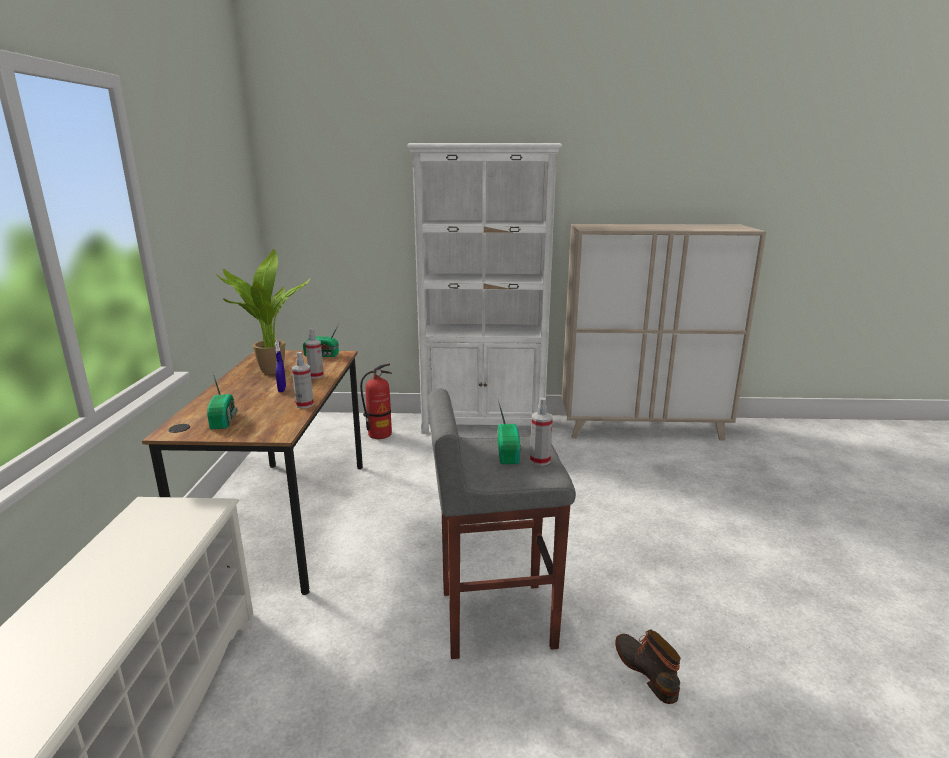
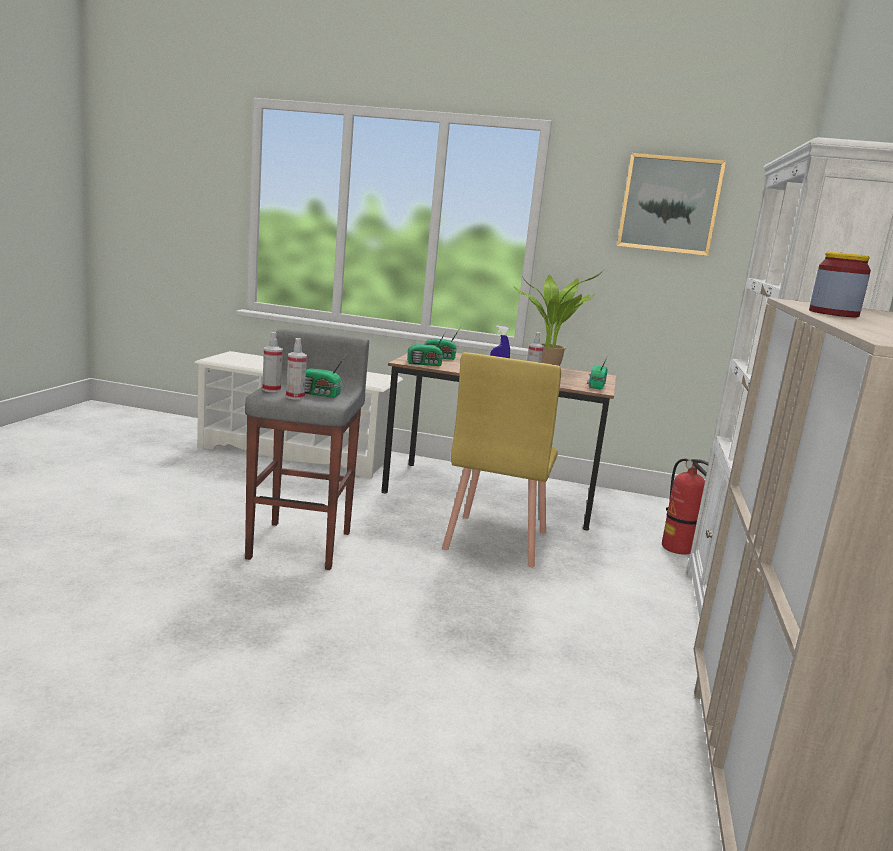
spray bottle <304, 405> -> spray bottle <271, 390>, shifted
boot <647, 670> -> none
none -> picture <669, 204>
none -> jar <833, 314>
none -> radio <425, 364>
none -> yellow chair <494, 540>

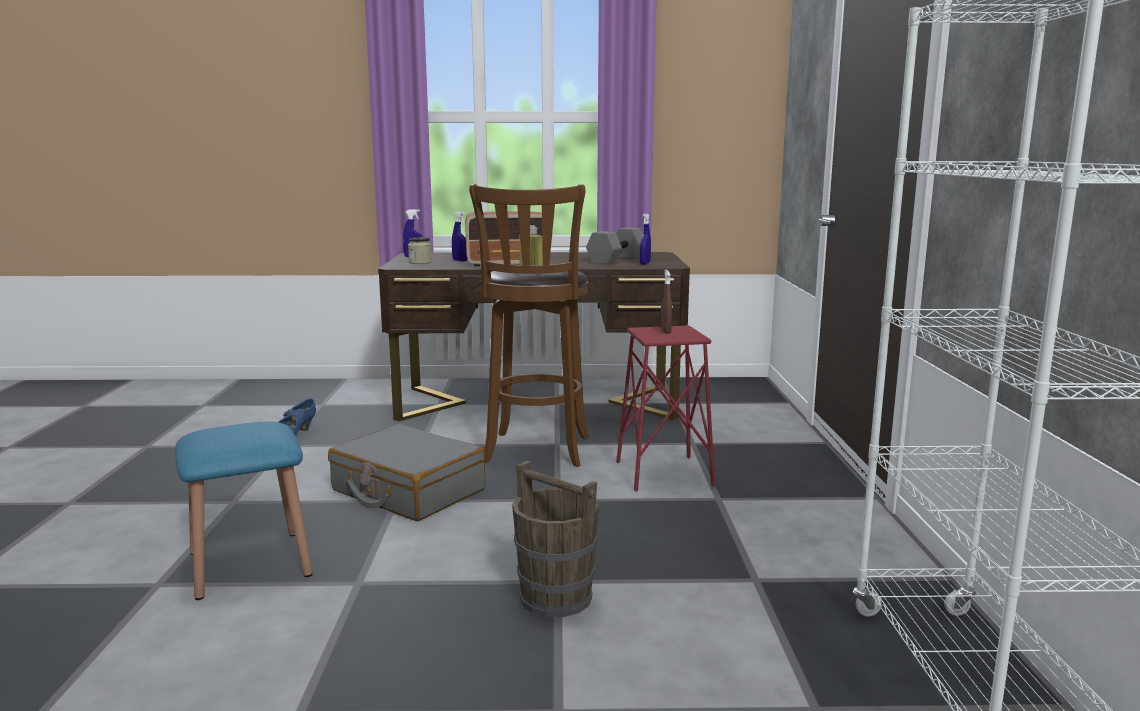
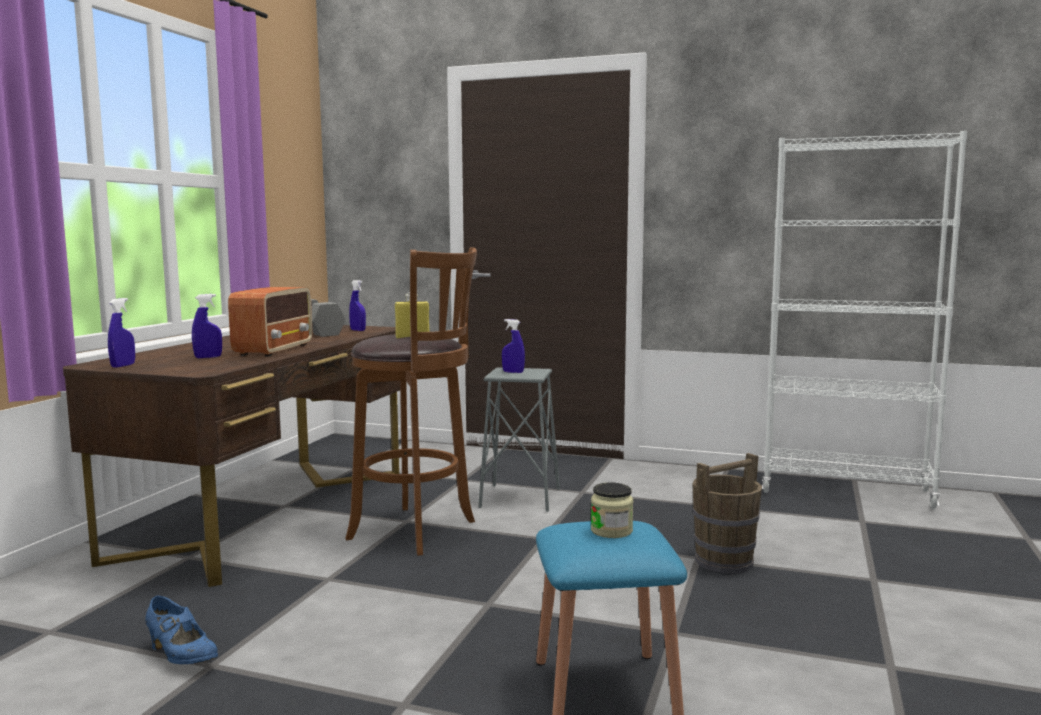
jar <420, 262> -> jar <611, 531>, shifted
brown spray bottle <665, 331> -> blue spray bottle <513, 372>
red stool <664, 474> -> grey stool <520, 498>
grey suitcase <407, 491> -> none

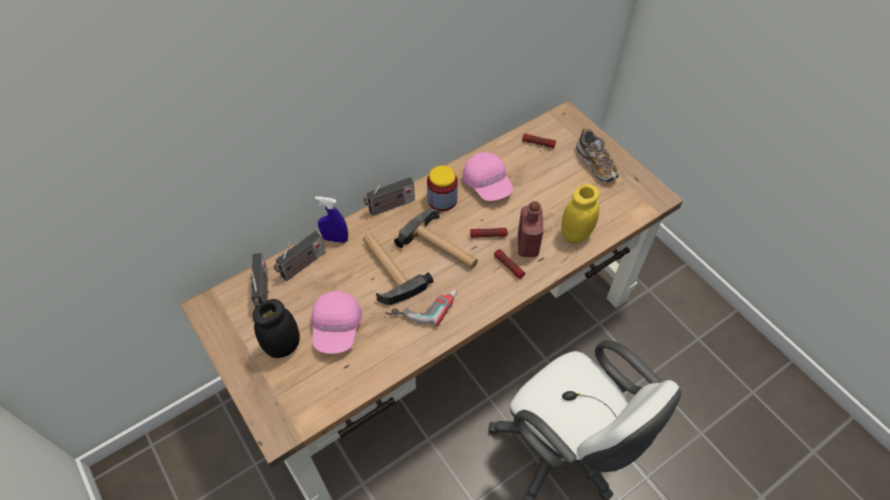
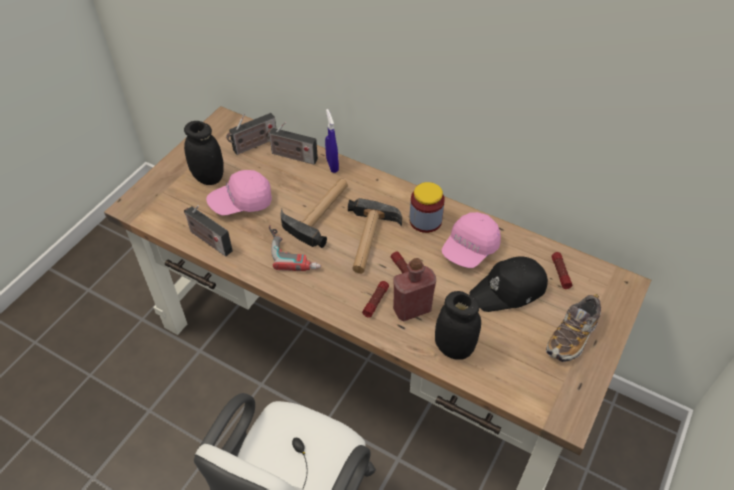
radio <390, 206> -> radio <208, 240>, shifted
yellow jar <575, 234> -> black jar <454, 348>
none -> black cap <509, 290>

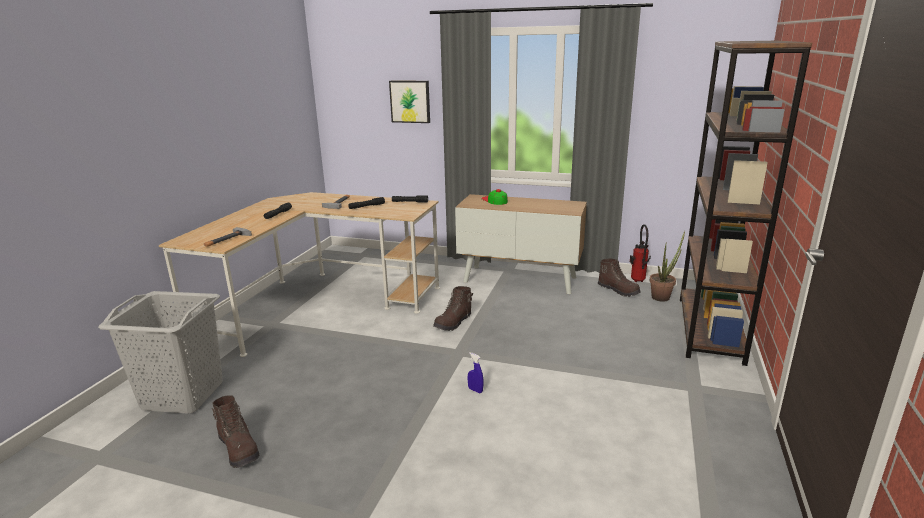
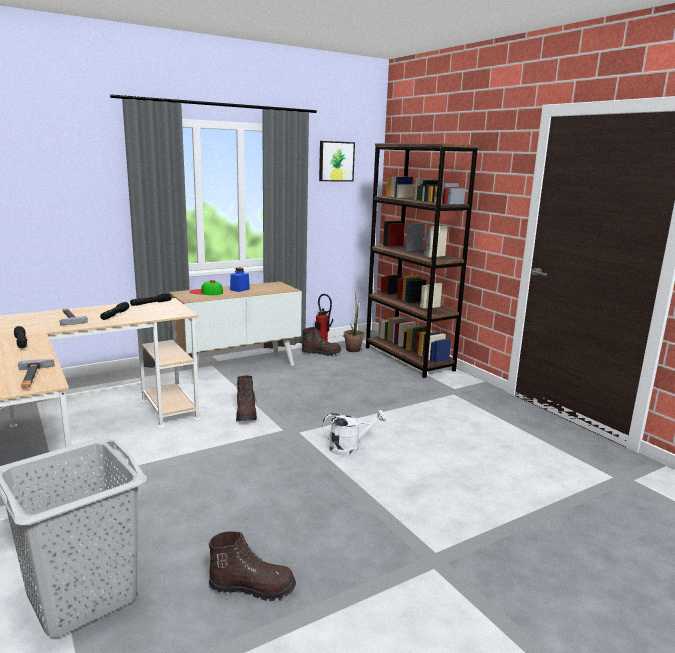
picture <410, 101> -> picture <336, 161>, shifted
blue spray bottle <475, 390> -> white watering can <350, 448>
none -> blue jar <239, 289>

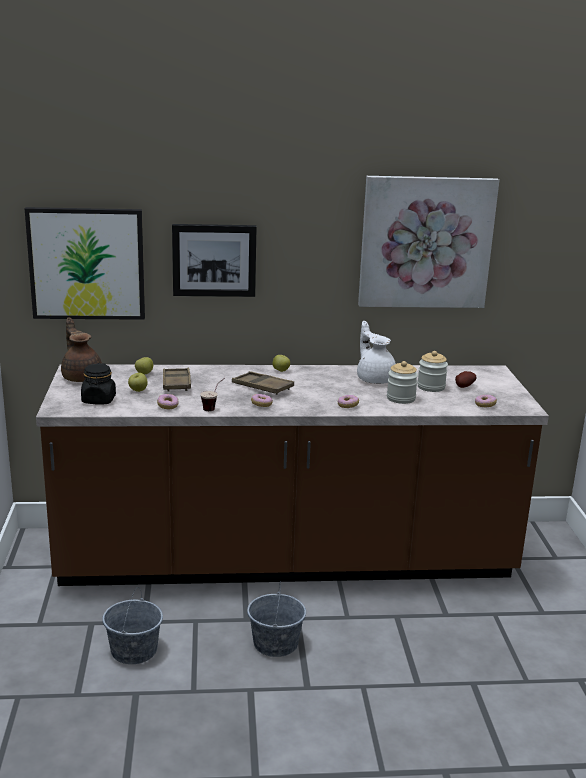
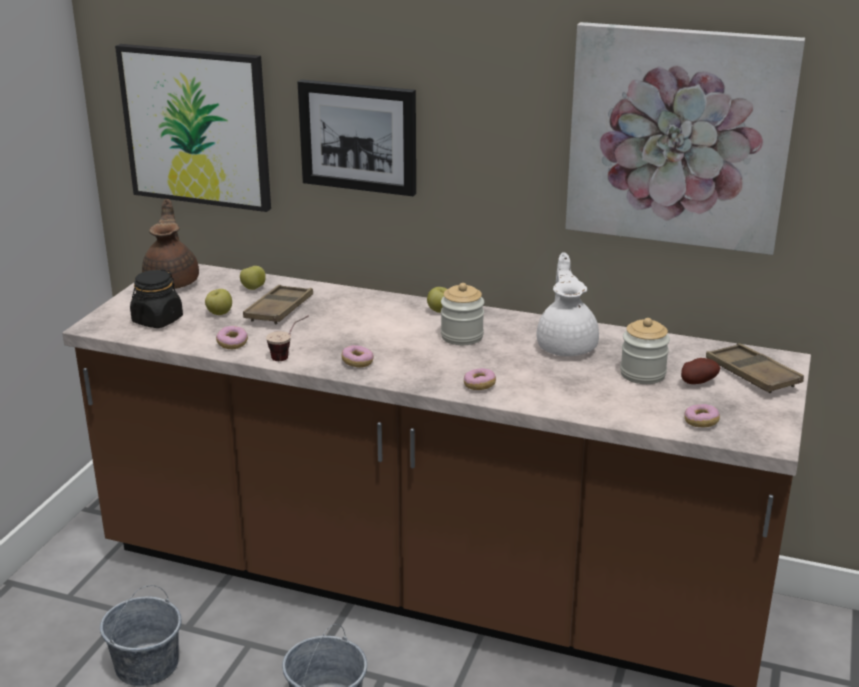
jar <401, 398> -> jar <462, 336>, shifted
brown tray <262, 387> -> brown tray <752, 374>, shifted

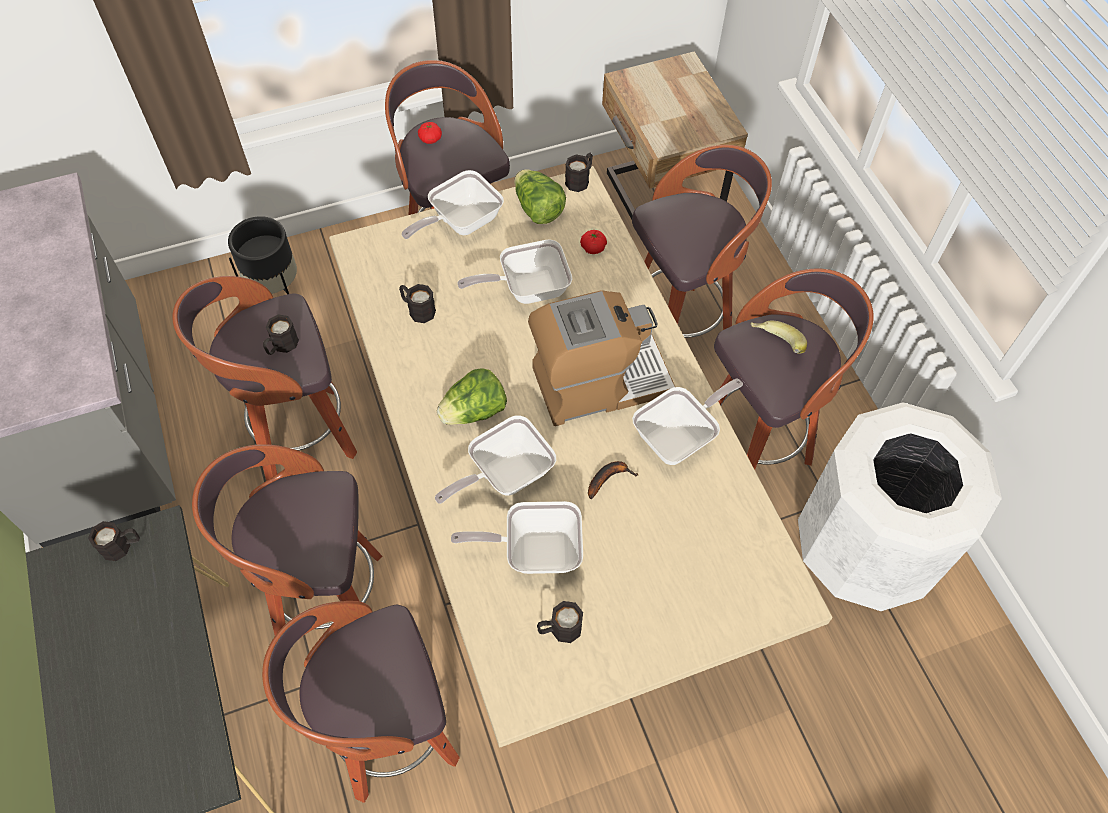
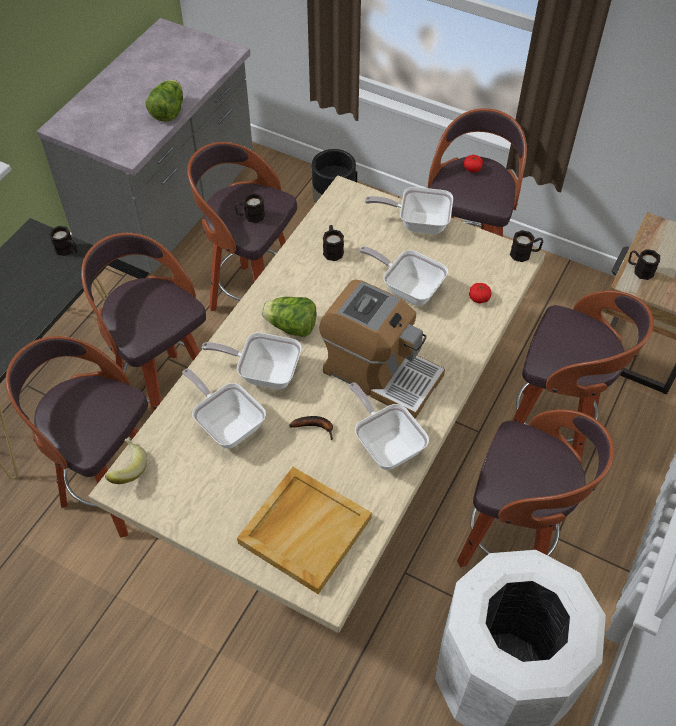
lettuce <537, 209> -> lettuce <168, 112>, shifted
banana <774, 345> -> banana <126, 468>, shifted
frying pan <679, 437> -> frying pan <386, 444>, 135 degrees counterclockwise
black mug <559, 629> -> black mug <639, 270>, shifted
none -> beige tray <305, 529>

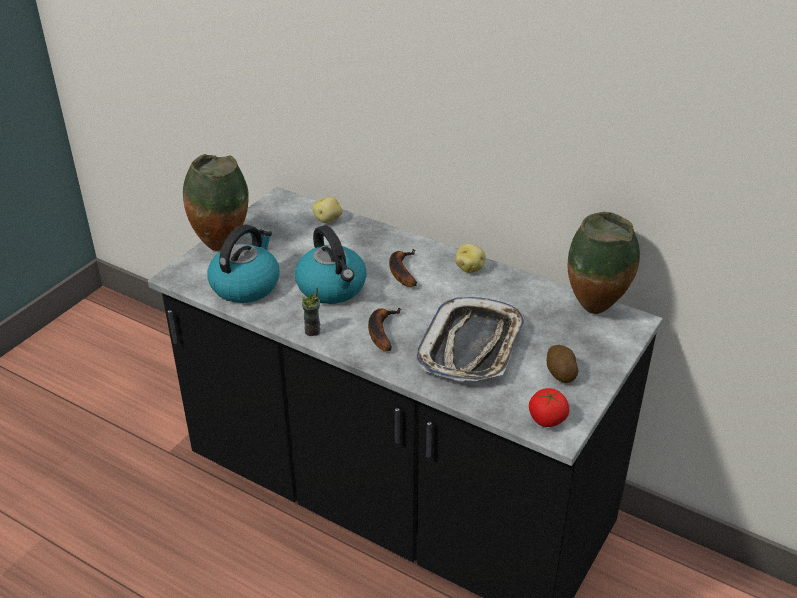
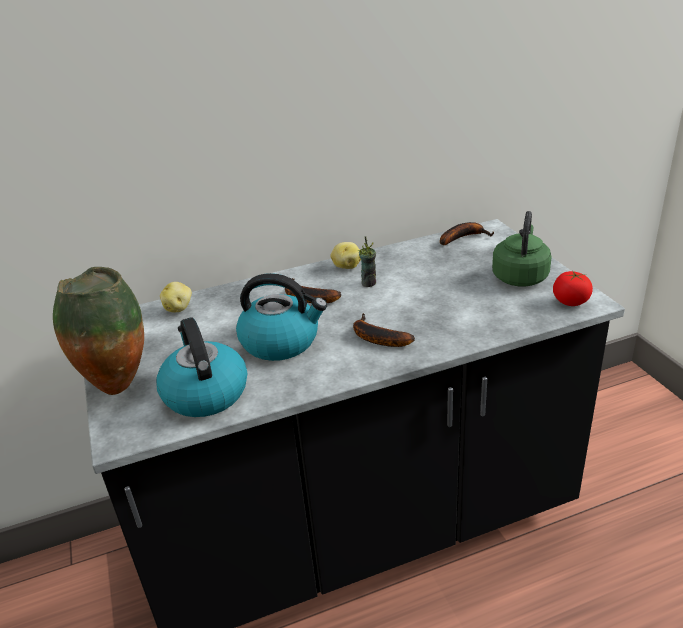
vase <596, 311> -> banana <463, 237>
cup <313, 331> -> cup <369, 283>, shifted
tray <472, 347> -> none
potato <560, 373> -> green kettle <520, 276>

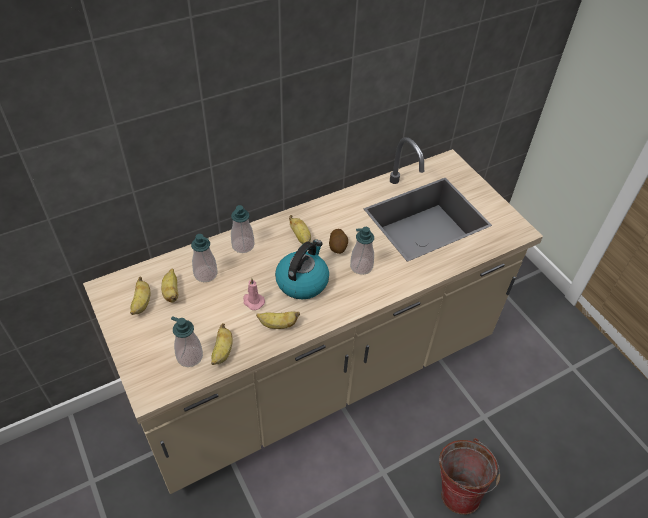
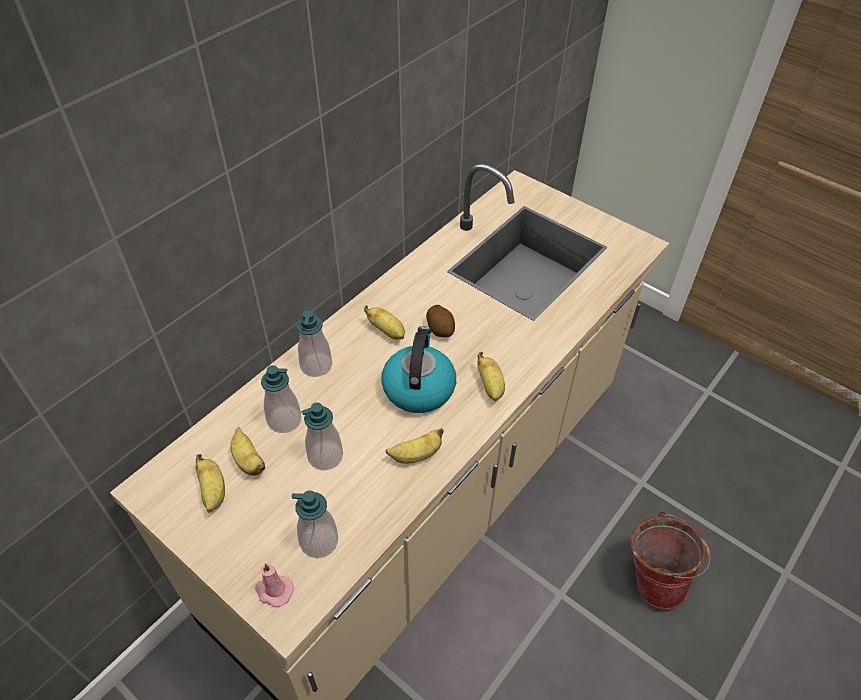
soap dispenser <361, 266> -> soap dispenser <325, 456>, shifted
pink candle <253, 301> -> pink candle <273, 590>, shifted
banana <222, 352> -> banana <490, 386>, shifted

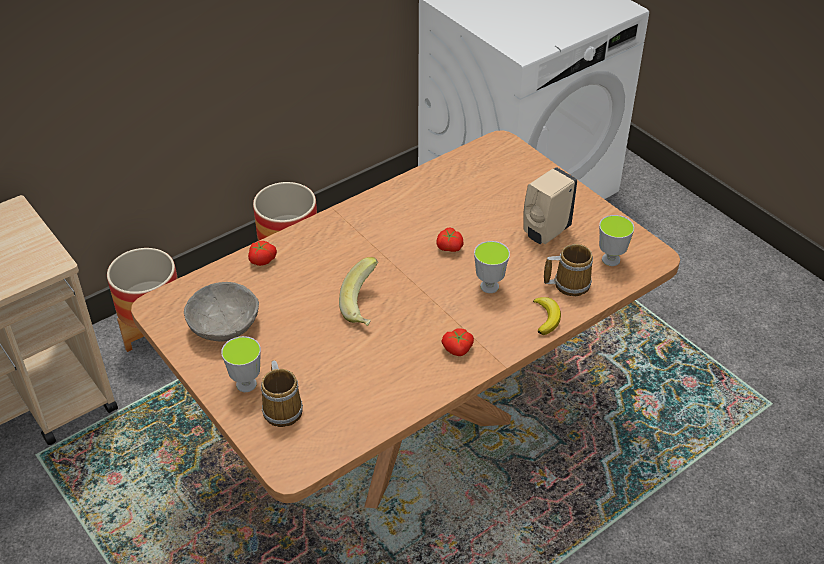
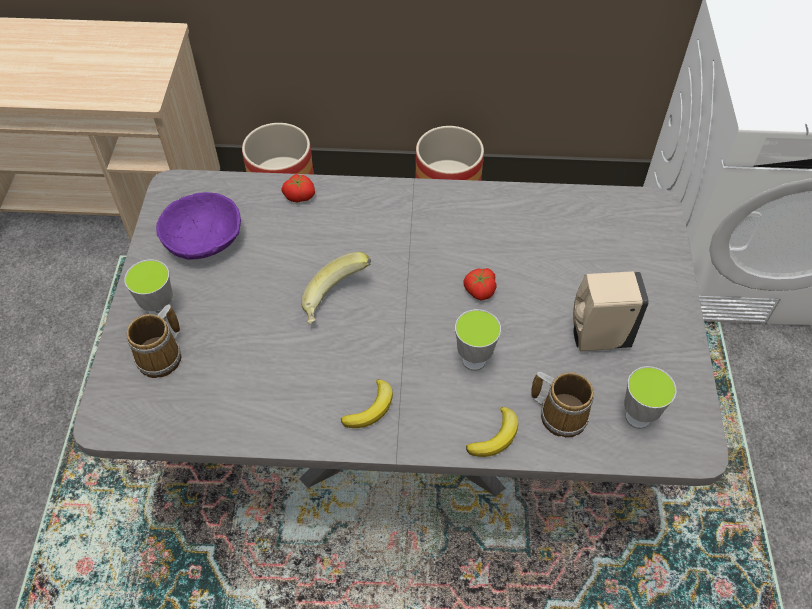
brown dining table <411, 428> -> grey dining table <406, 434>
grey bowl <224, 325> -> purple bowl <203, 240>
tomato <458, 349> -> banana <371, 408>

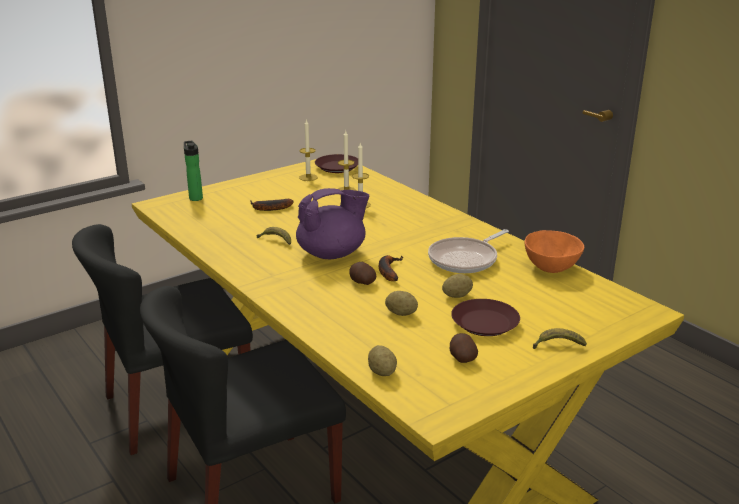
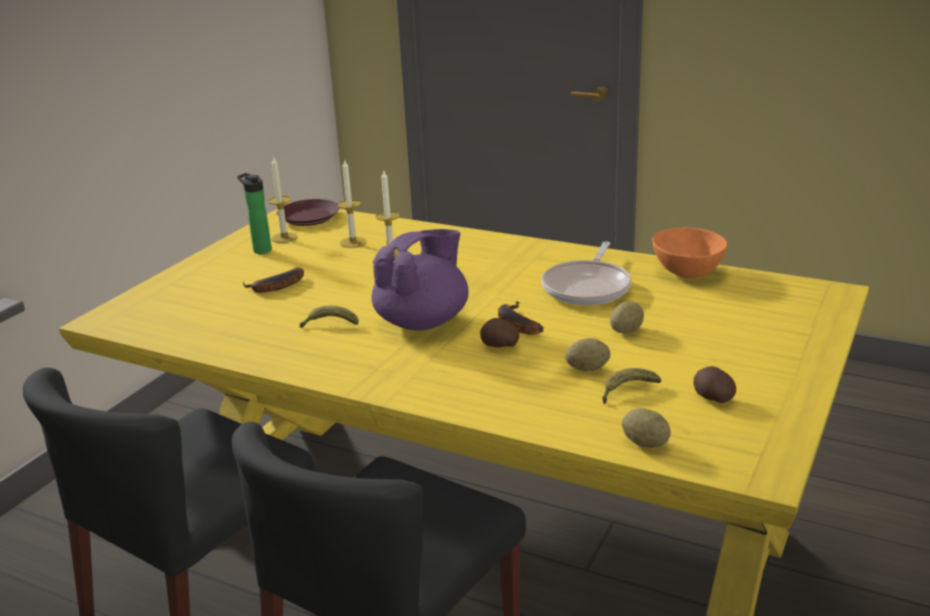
bottle <195, 198> -> bottle <260, 250>, shifted
brown plate <485, 323> -> none
banana <557, 345> -> banana <627, 391>, shifted

